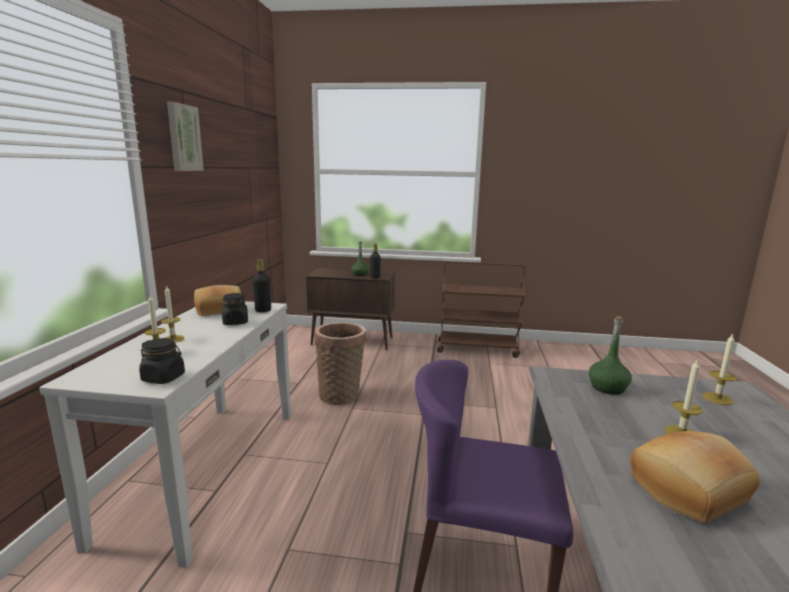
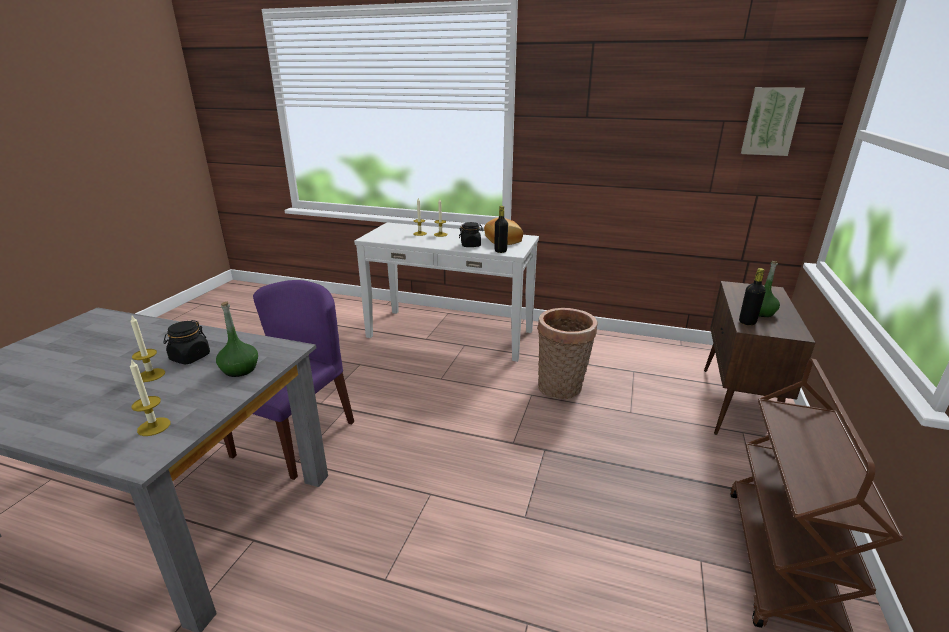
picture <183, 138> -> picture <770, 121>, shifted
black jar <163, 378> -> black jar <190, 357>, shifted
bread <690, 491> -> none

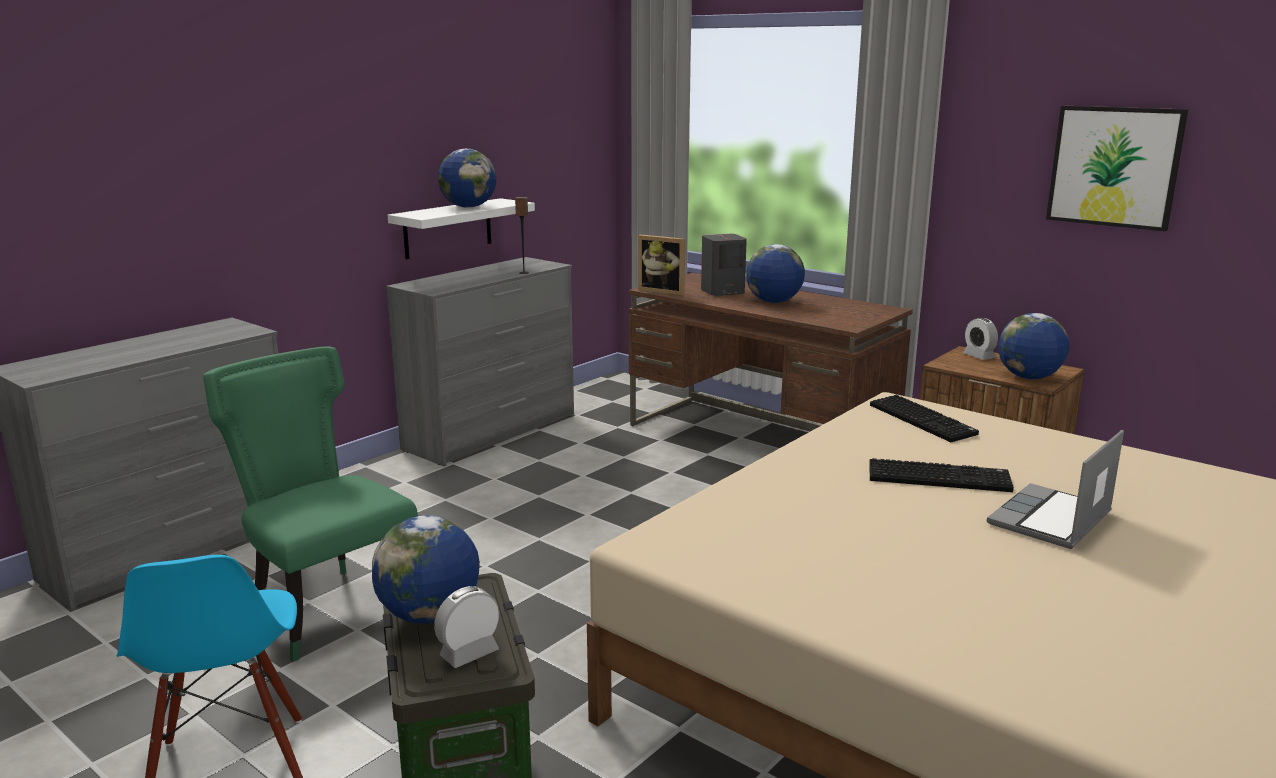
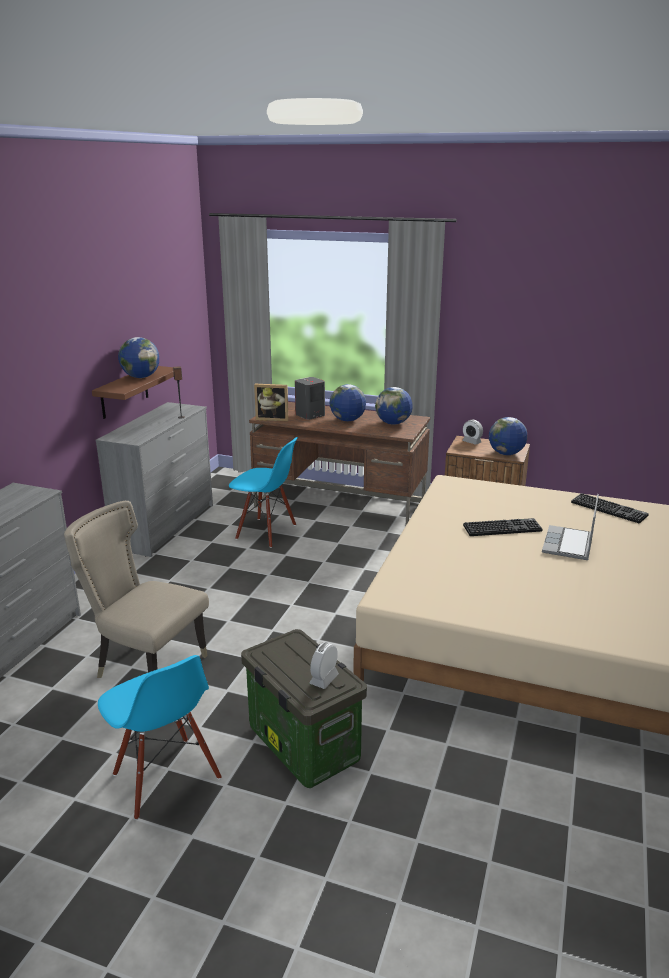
picture <1114, 166> -> none
white shelf <448, 228> -> brown shelf <124, 392>
green chair <326, 607> -> beige chair <147, 668>
keyboard <924, 420> -> keyboard <610, 509>, shifted
globe <429, 615> -> globe <393, 423>, shifted
none -> blue chair <266, 532>

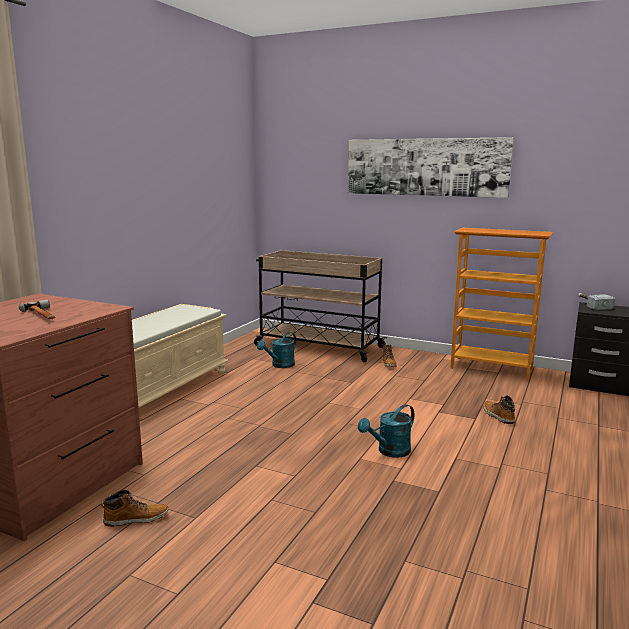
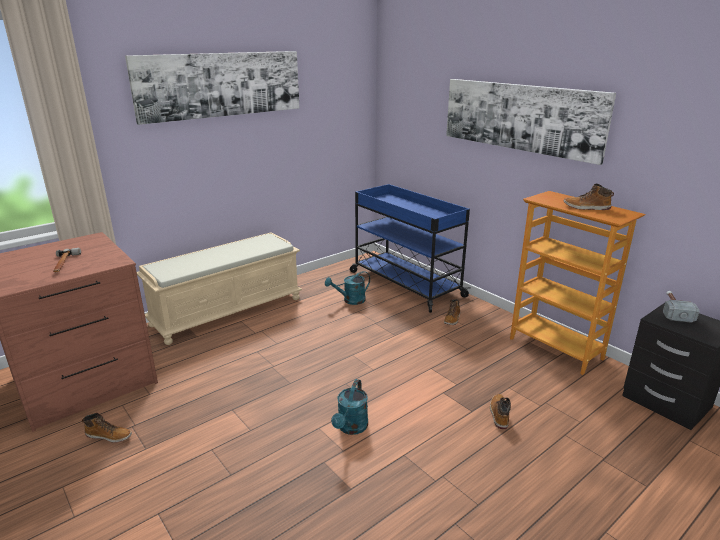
beige cart <317, 346> -> blue cart <404, 283>
turquoise watering can <389, 452> -> turquoise watering can <351, 428>, 60 degrees counterclockwise
none -> picture <221, 84>
none -> boot <586, 207>

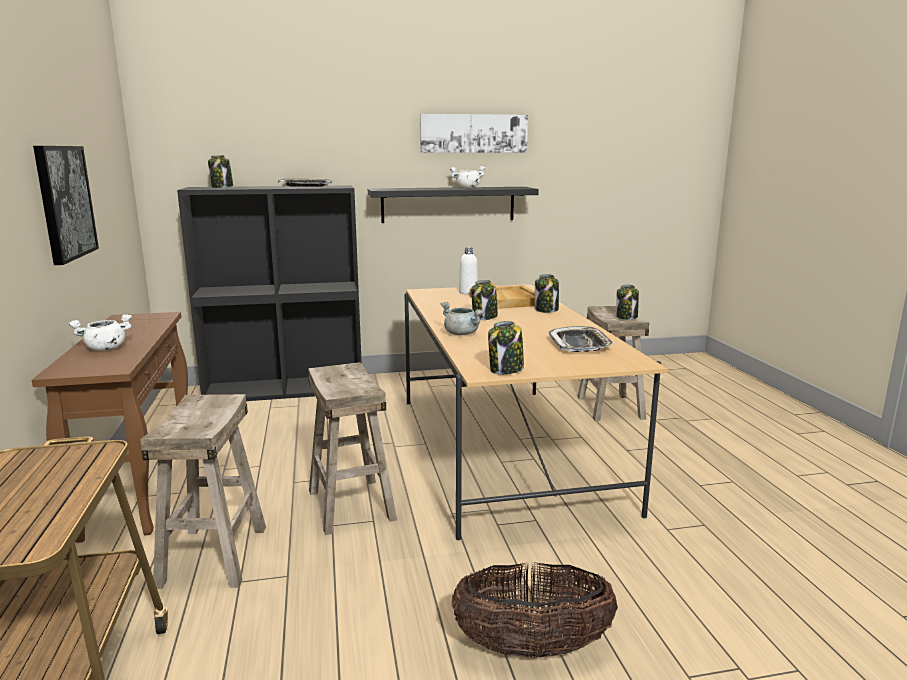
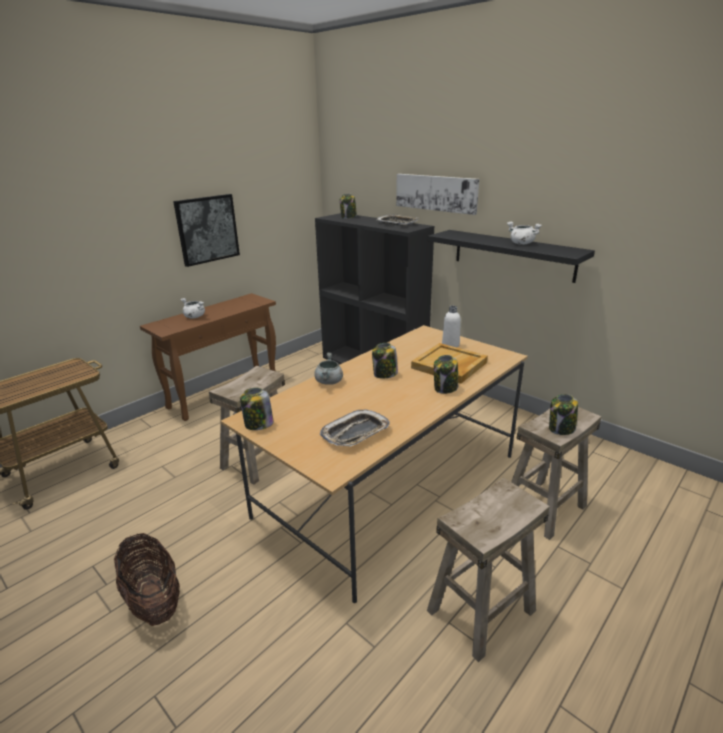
picture <473, 133> -> picture <436, 193>, shifted
beige stool <214, 556> -> beige stool <481, 611>, shifted

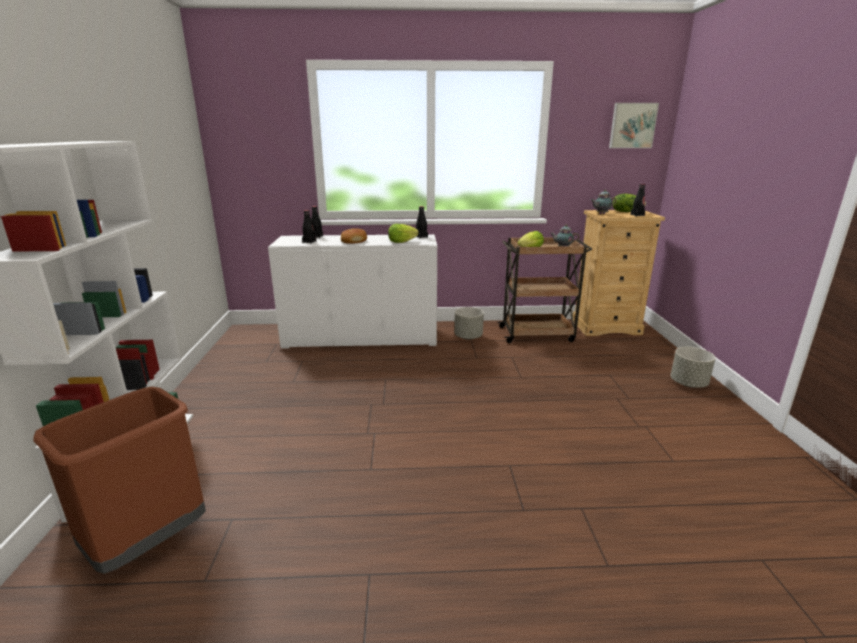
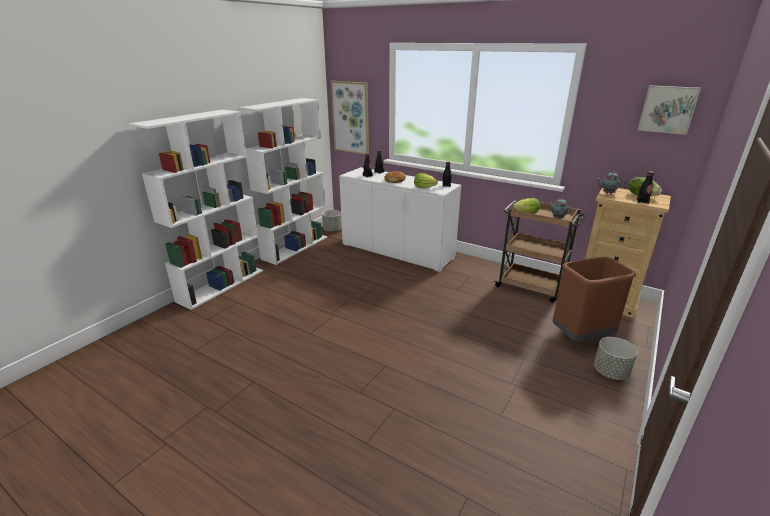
grey planter <468, 337> -> grey planter <332, 230>, shifted
brown trash can <148, 542> -> brown trash can <581, 335>, shifted
none -> picture <351, 117>
none -> white bookcase <295, 247>

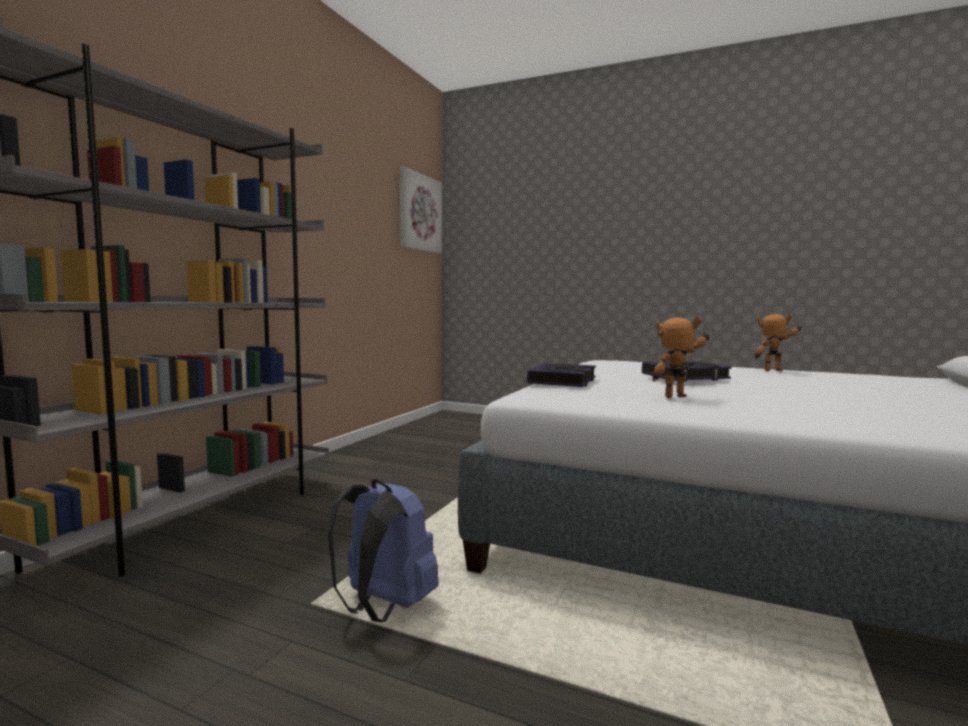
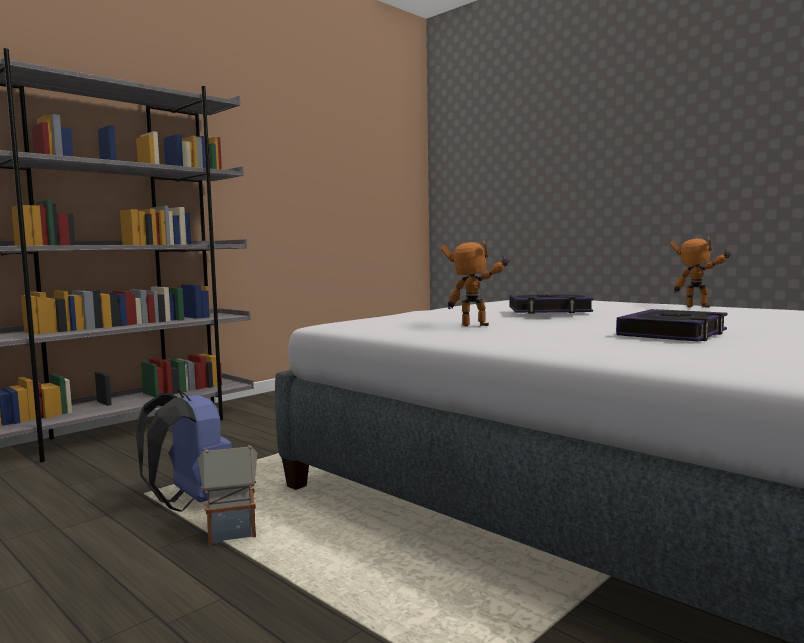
picture <419, 213> -> none
book <563, 381> -> book <673, 334>, shifted
none -> toy house <230, 532>

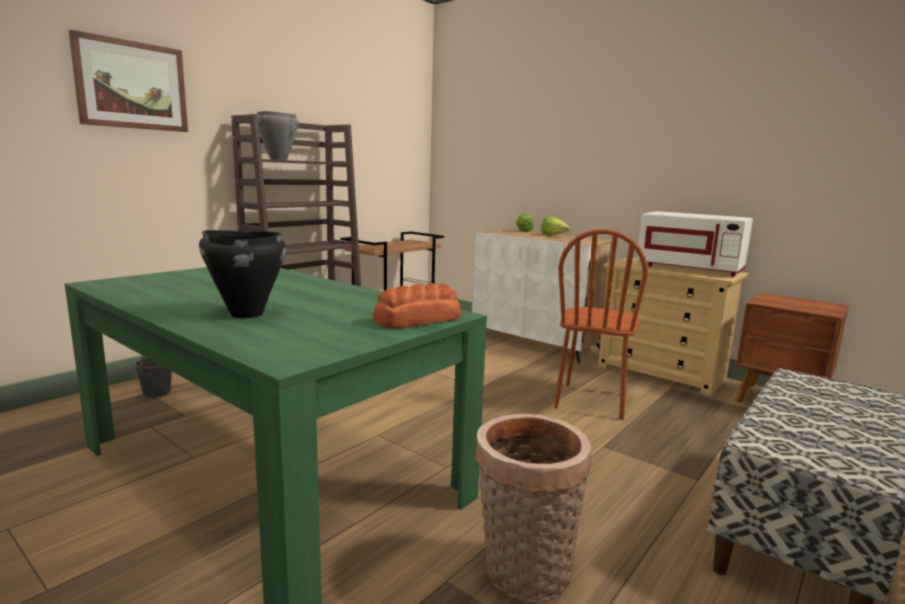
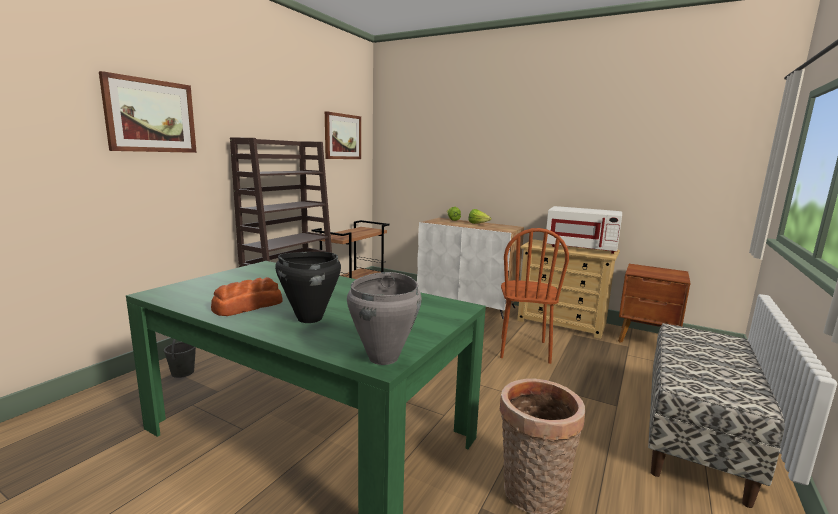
grey cooking pot <279, 159> -> grey cooking pot <384, 358>, shifted
bread <416, 320> -> bread <247, 306>, shifted
none -> picture <342, 136>

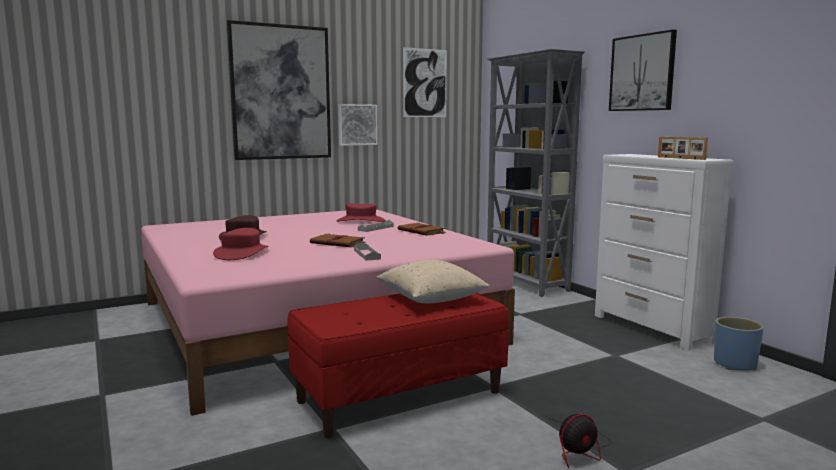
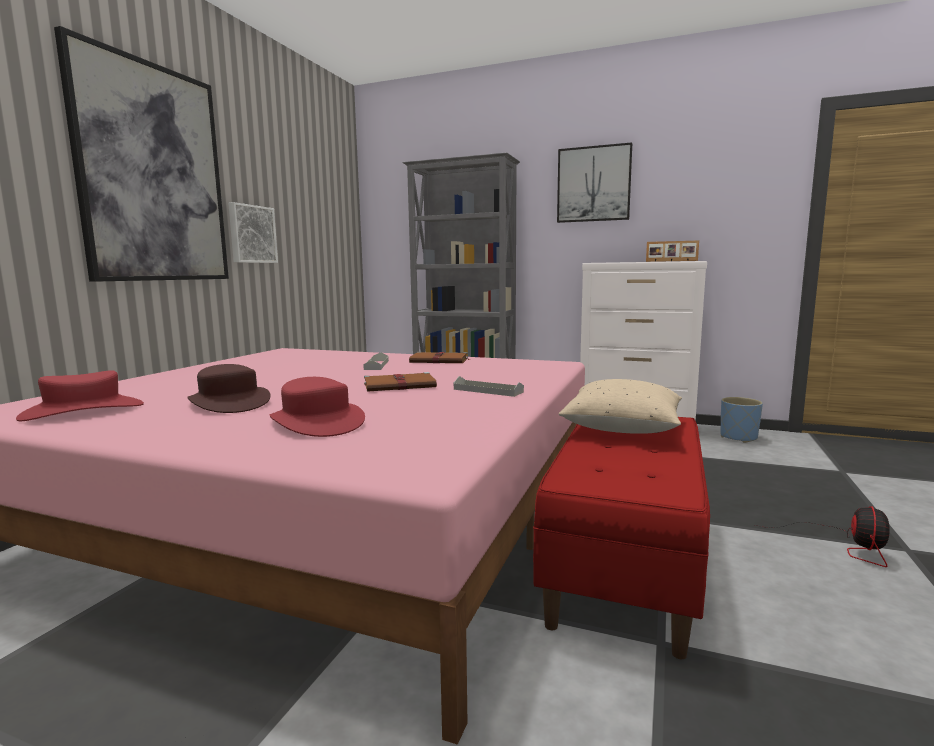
picture <425, 83> -> none
red hat <361, 221> -> red hat <83, 411>, shifted

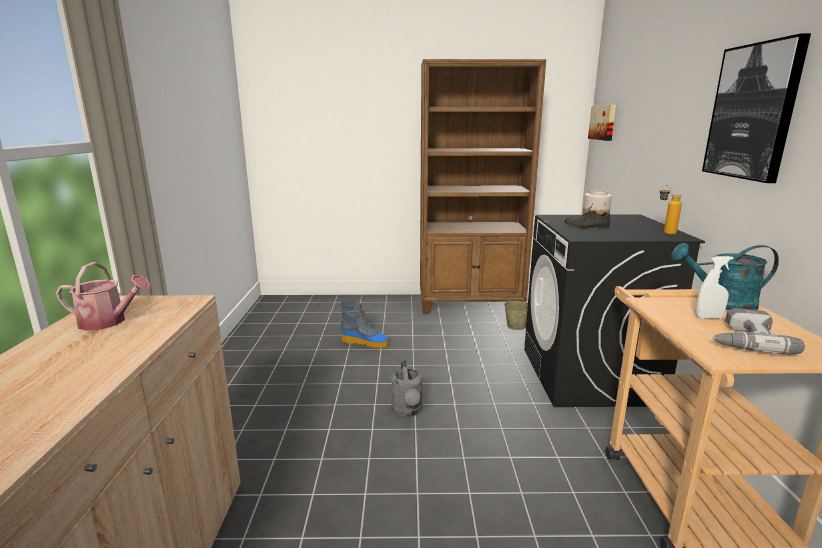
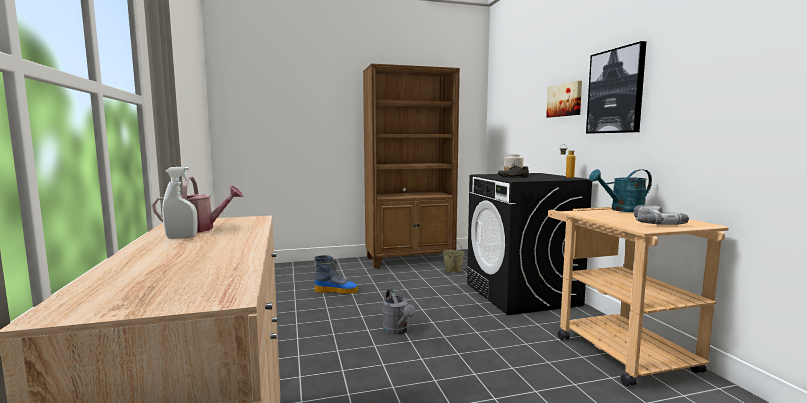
picture <603, 122> -> picture <565, 100>, shifted
white spray bottle <708, 317> -> white spray bottle <181, 237>, shifted

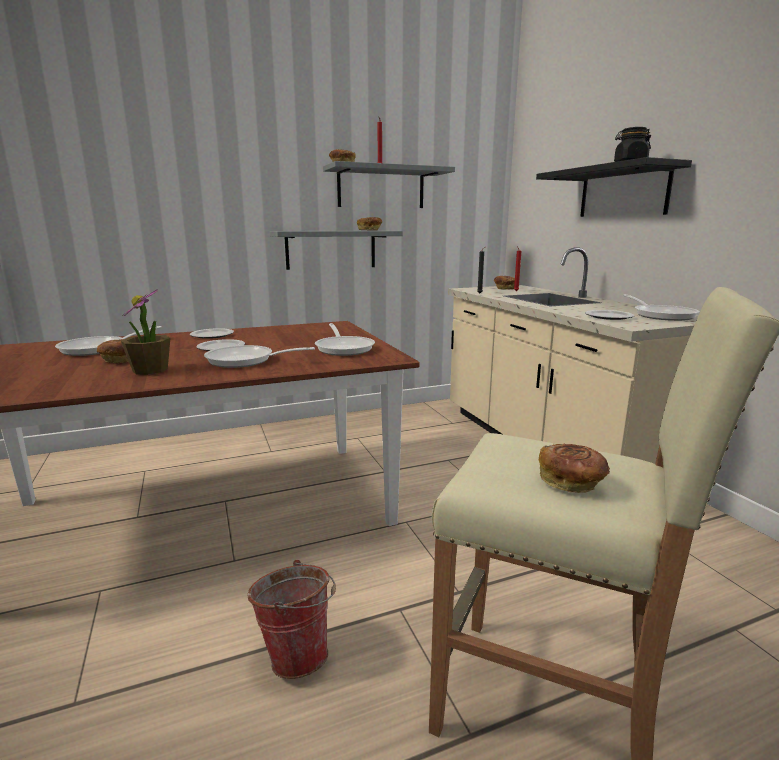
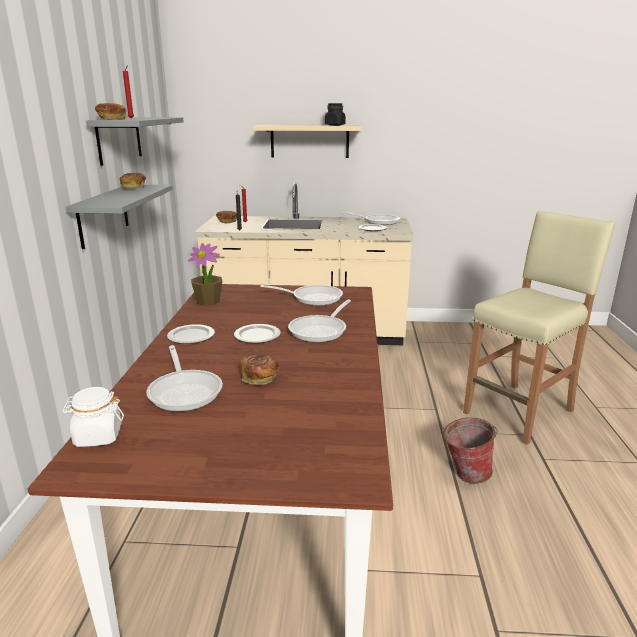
black shelf <623, 192> -> beige shelf <309, 141>
potted plant <150, 370> -> potted plant <208, 301>, shifted
bread <571, 482> -> none
none -> white jar <98, 436>

